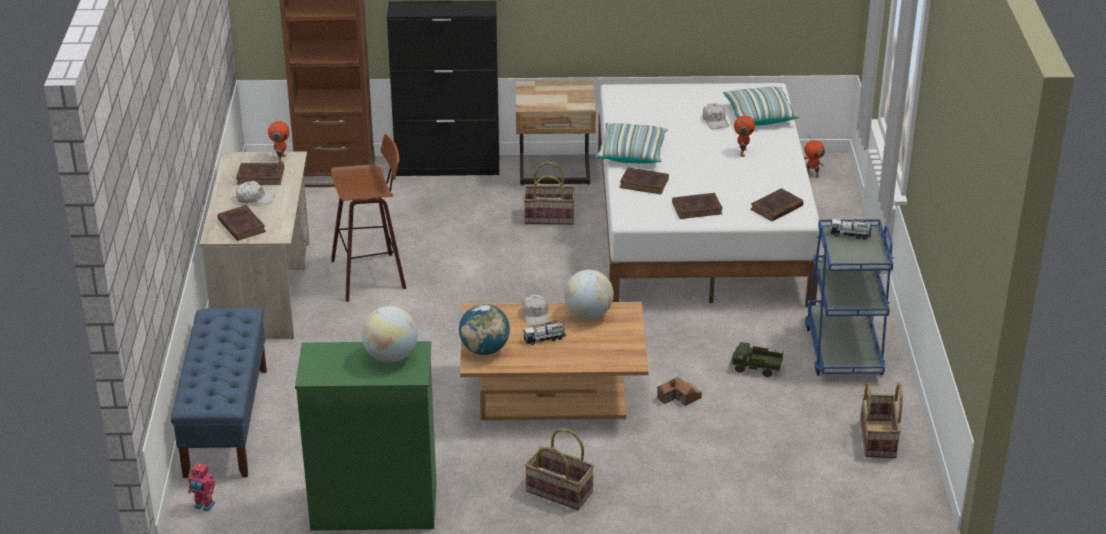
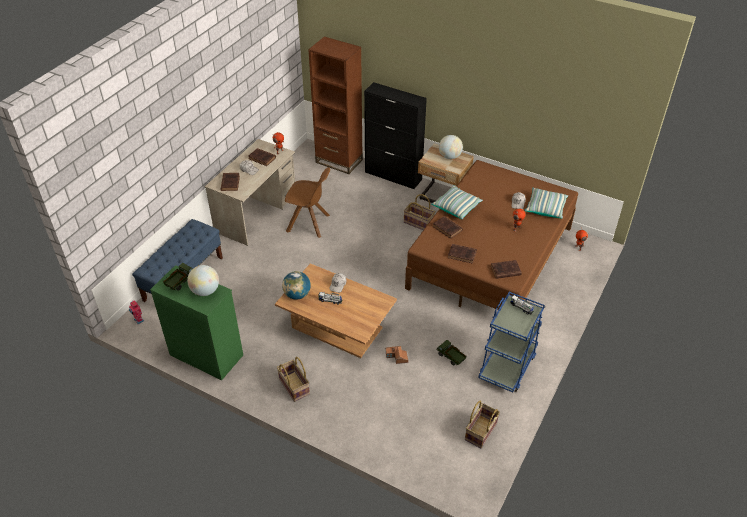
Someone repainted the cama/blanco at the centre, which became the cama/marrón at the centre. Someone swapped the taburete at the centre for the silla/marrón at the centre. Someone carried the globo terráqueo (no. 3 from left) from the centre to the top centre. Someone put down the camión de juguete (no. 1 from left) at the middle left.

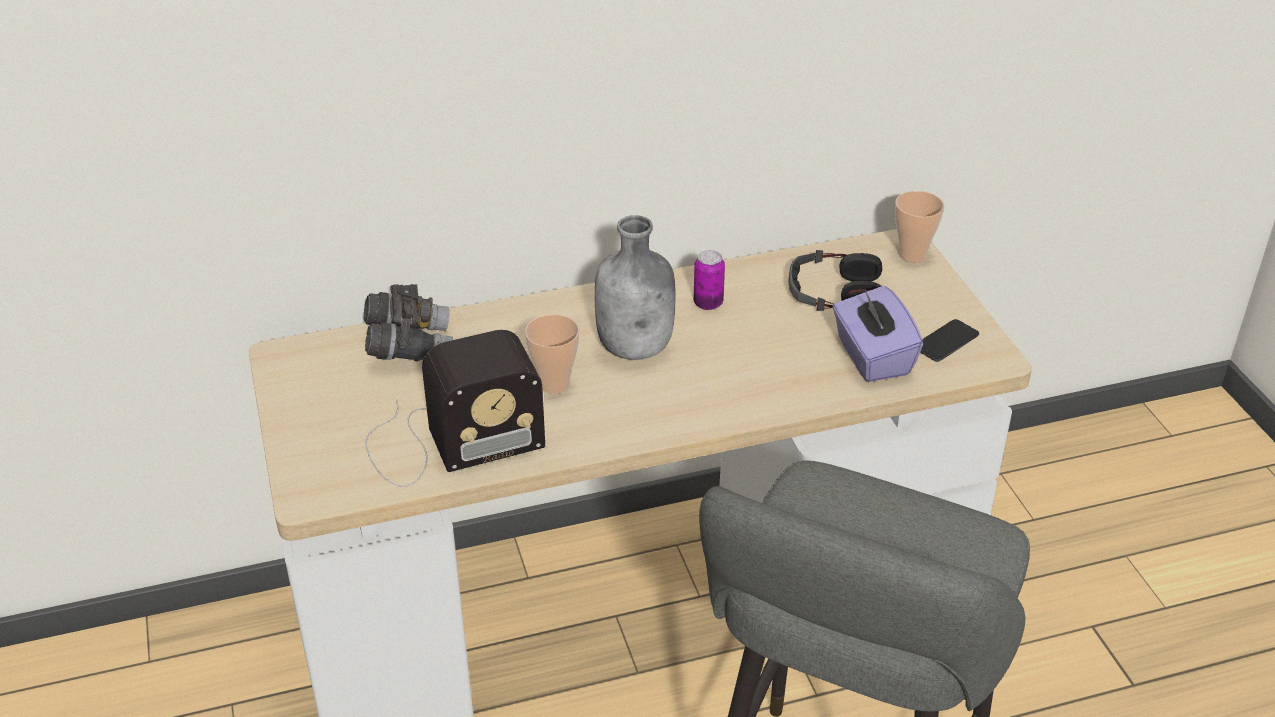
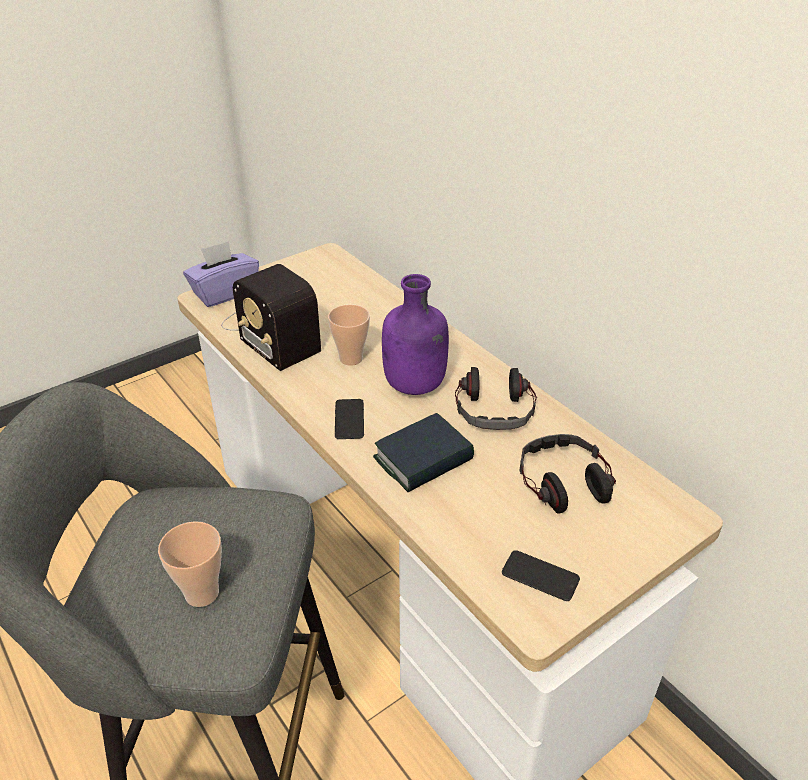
Someone carried the taza (no. 2 from left in the first image) from the top right to the bottom left. Someone repainted the botella/gris at the centre, which became the botella/morado at the centre. Someone swapped the lata at the centre for the auriculares (no. 1 from left) at the centre. Someone took away the prismáticos/gris at the middle left. Someone carried the caja de pañuelos/morado from the middle right to the middle left. Someone put down the móvil (no. 1 from left) at the centre. Someone put down the libro at the centre.

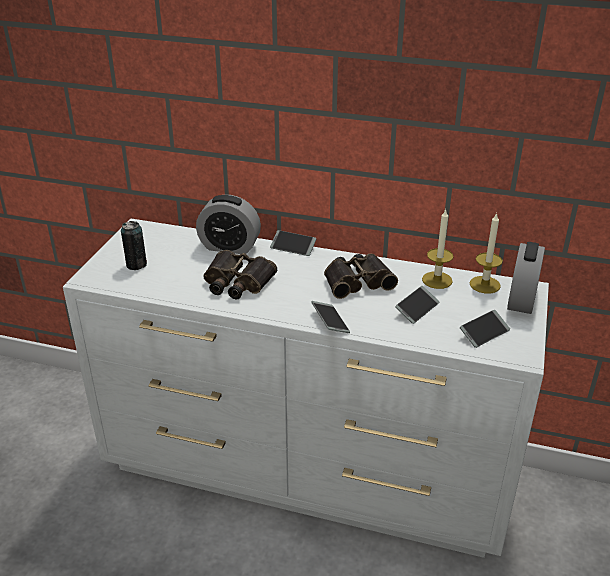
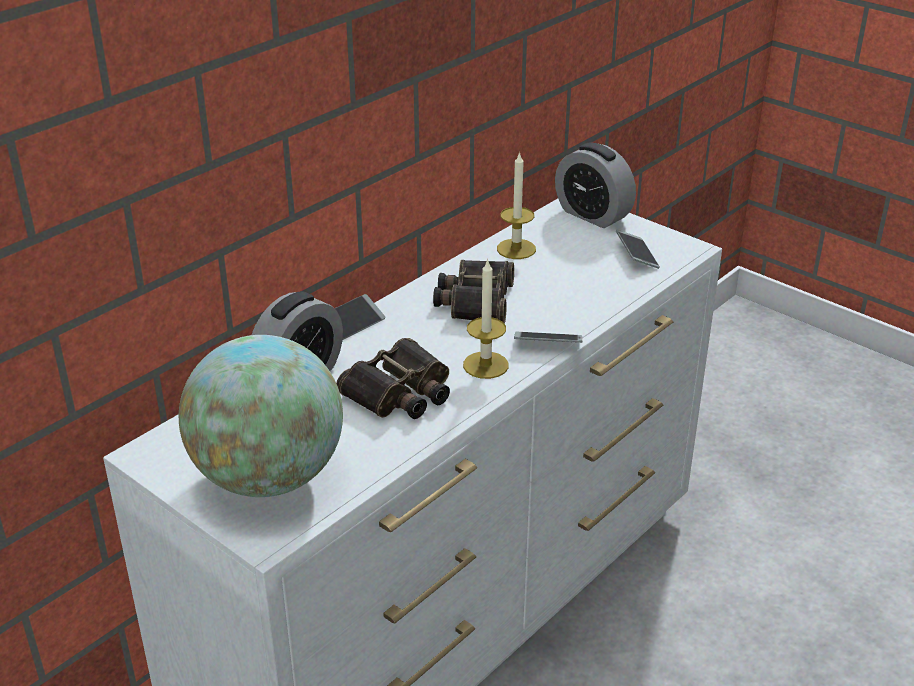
Someone carried the vela (no. 2 from left in the first image) from the middle right to the centre. Someone swapped the lata at the middle left for the globo terráqueo at the middle left. Someone took away the móvil (no. 3 from left) at the middle right.

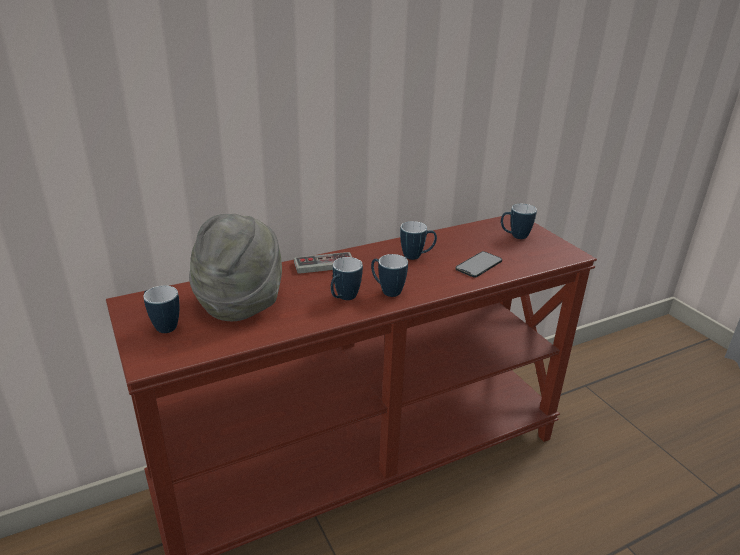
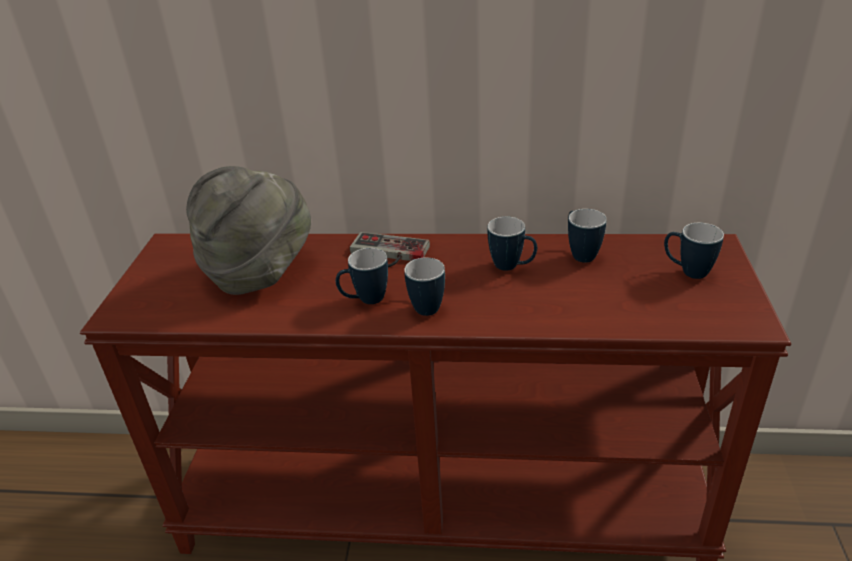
Someone took away the móvil at the centre. Someone carried the taza grande (no. 1 from left in the first image) from the middle left to the middle right.

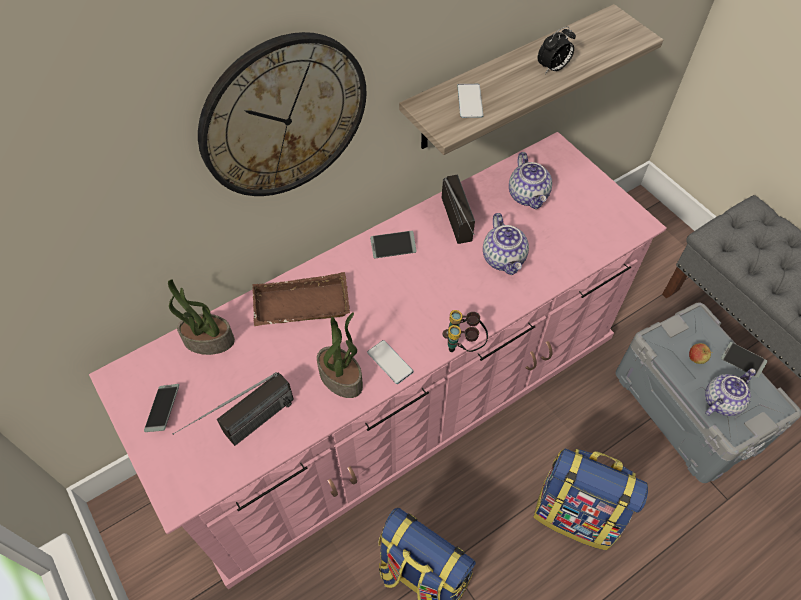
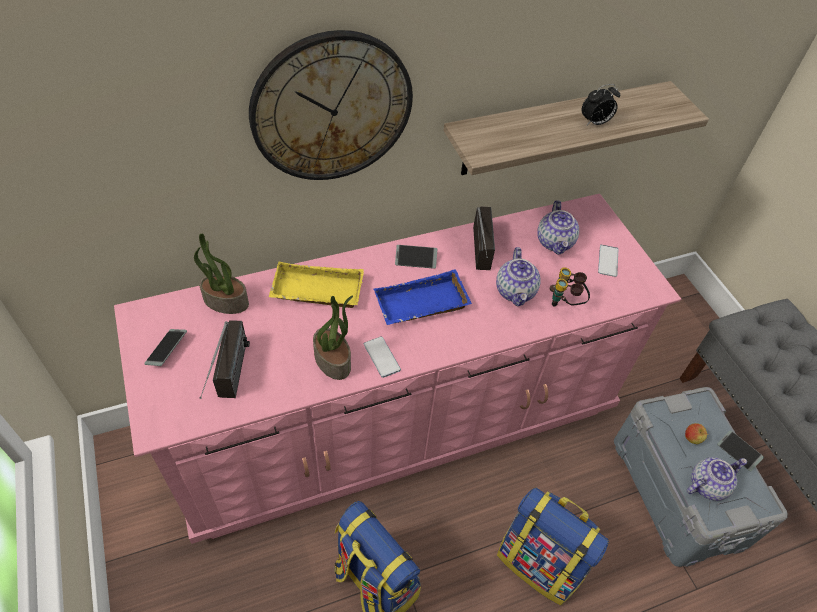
Someone carried the móvil (no. 4 from left) from the top centre to the middle right. Someone repainted the bandeja/marrón at the centre, which became the bandeja/amarillo at the centre. Someone carried the prismáticos from the centre to the middle right. Someone rotated the radio (no. 1 from left) at the bottom left by 60 degrees counterclockwise. Someone put down the bandeja/azul at the centre.

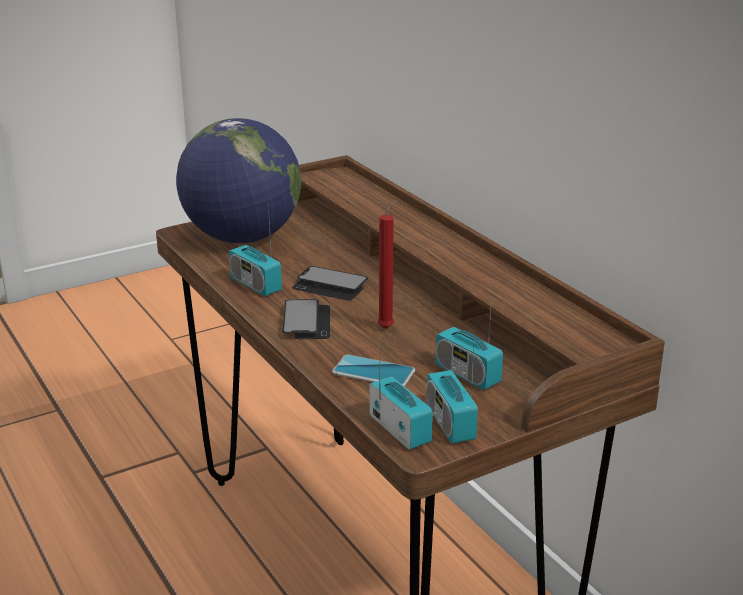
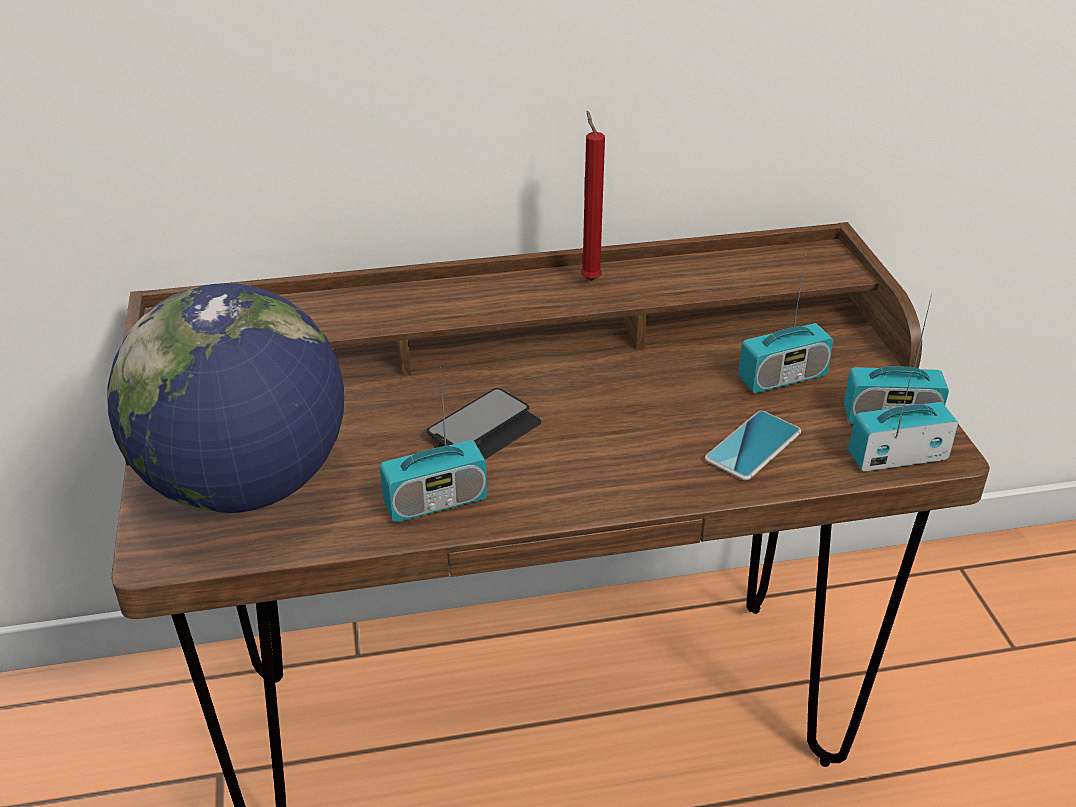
Someone carried the vela/rojo from the centre to the top centre. Someone took away the móvil (no. 1 from left) at the centre.

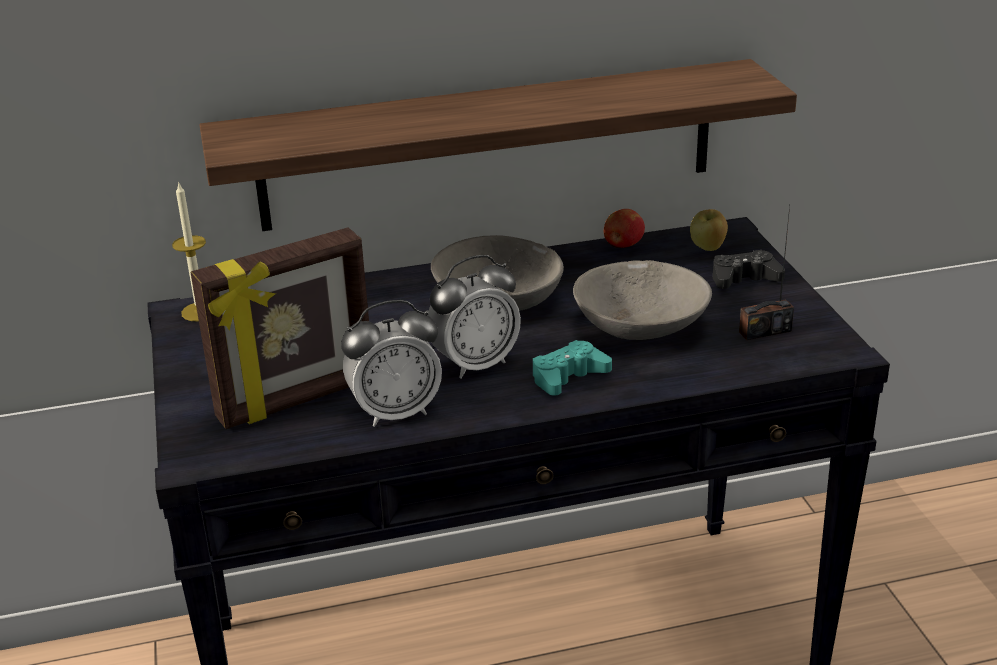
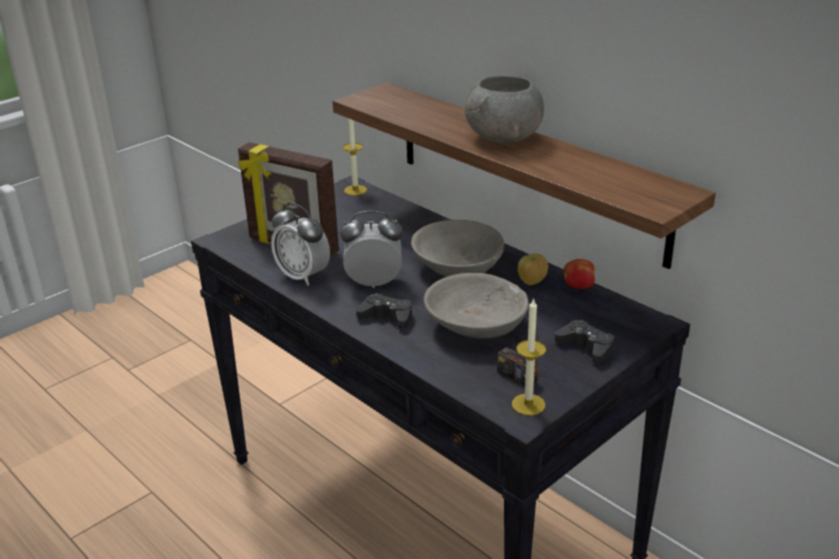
Someone carried the manzana (no. 2 from left in the first image) from the middle right to the centre. Someone rotated the despertador (no. 2 from left) at the centre by 150 degrees clockwise. Someone repainted the mando de consola/turquesa at the centre, which became the mando de consola/negro (no. 1 from left) at the centre. Someone put down the cuenco/gris (no. 3 from left) at the top centre. Someone put down the vela (no. 2 from left) at the centre.

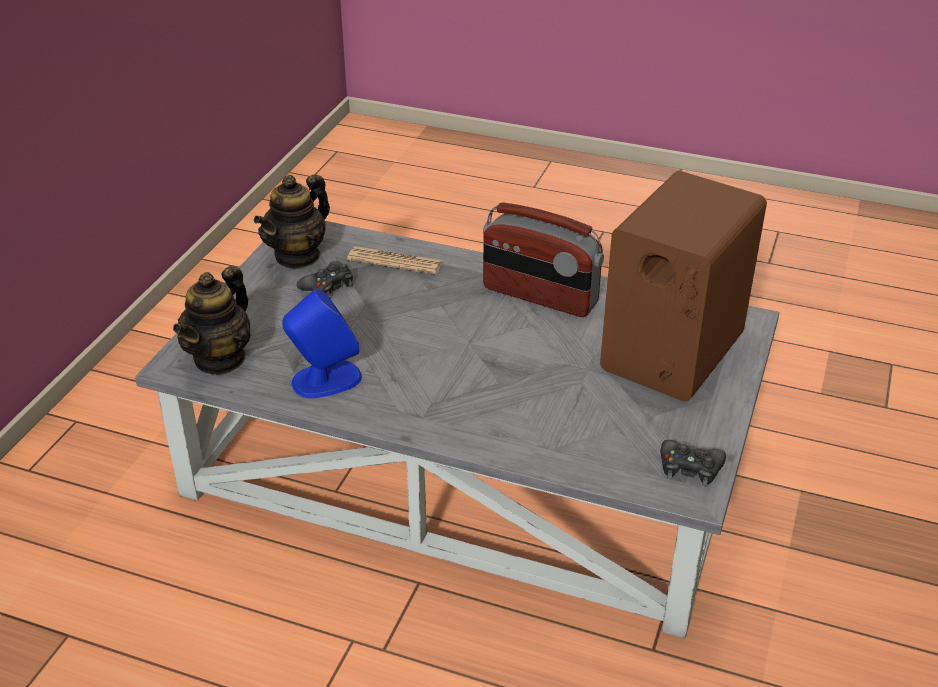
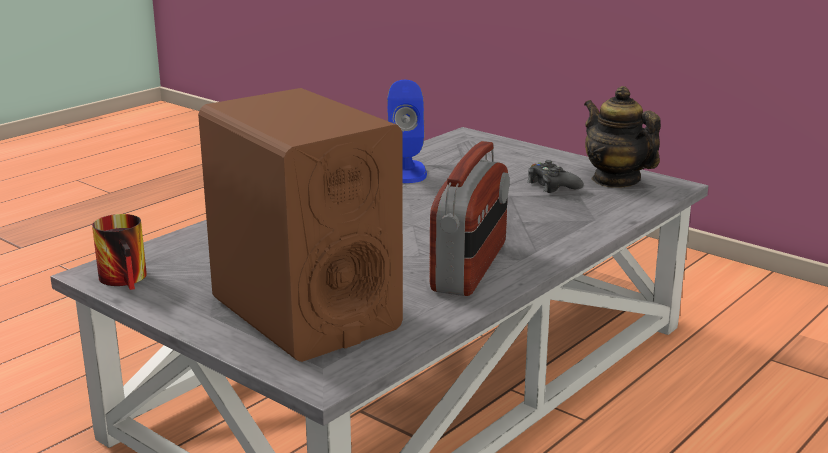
Someone rotated the radio at the centre by 150 degrees clockwise. Someone took away the periódico at the centre. Someone took away the tetera (no. 1 from left) at the middle left. Someone swapped the mando de consola/negro (no. 2 from left) at the bottom right for the taza grande at the middle left.

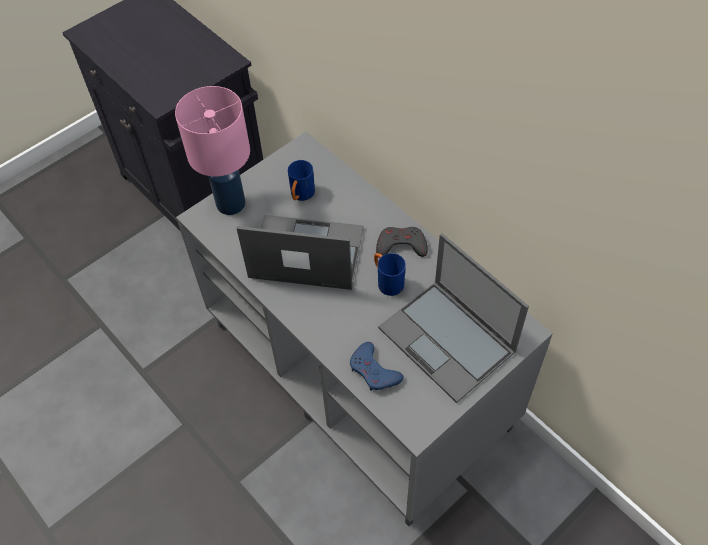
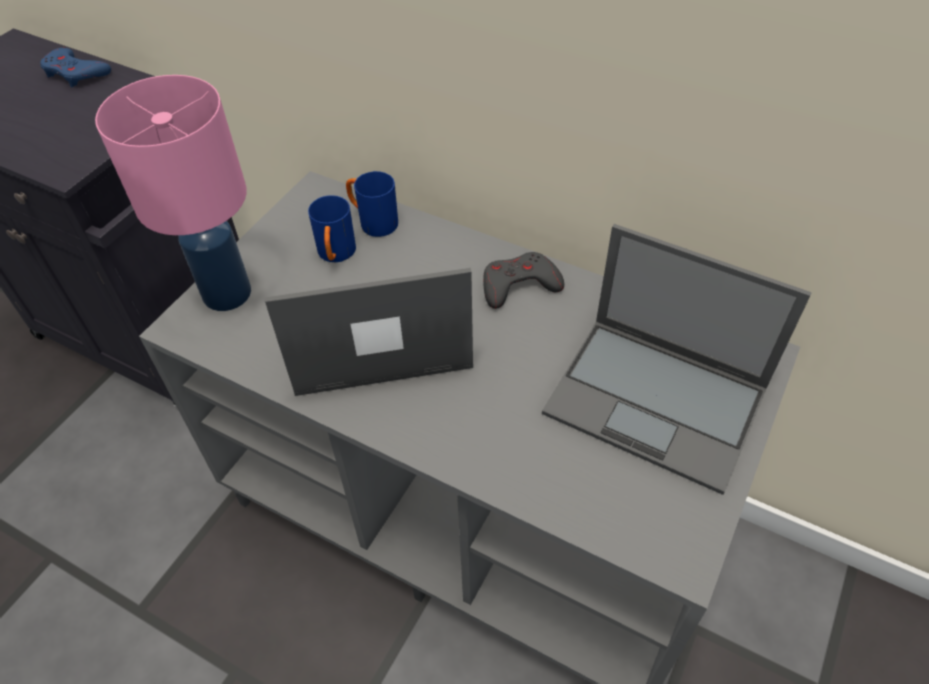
Someone carried the taza grande/azul (no. 2 from left) from the centre to the top centre. Someone carried the mando de consola/azul from the bottom centre to the top left.

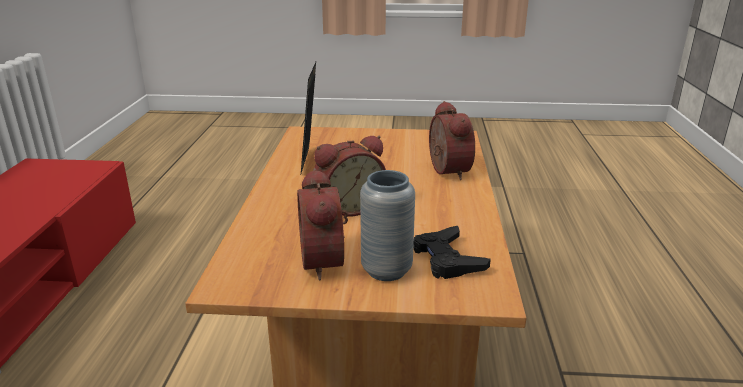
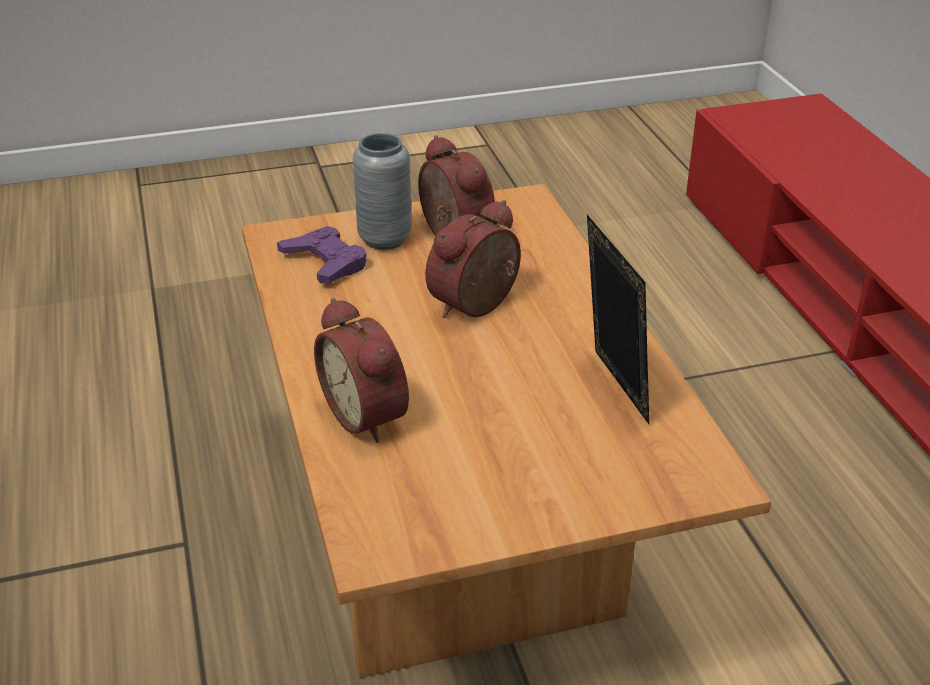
Someone repainted the mando de consola/negro at the centre, which became the mando de consola/morado at the centre.

